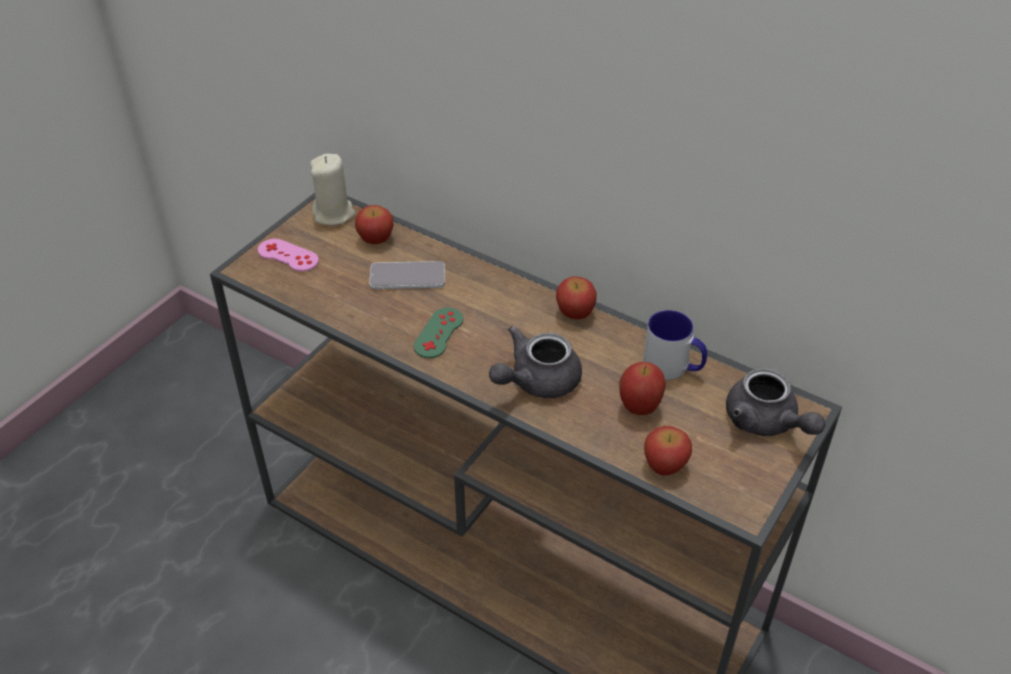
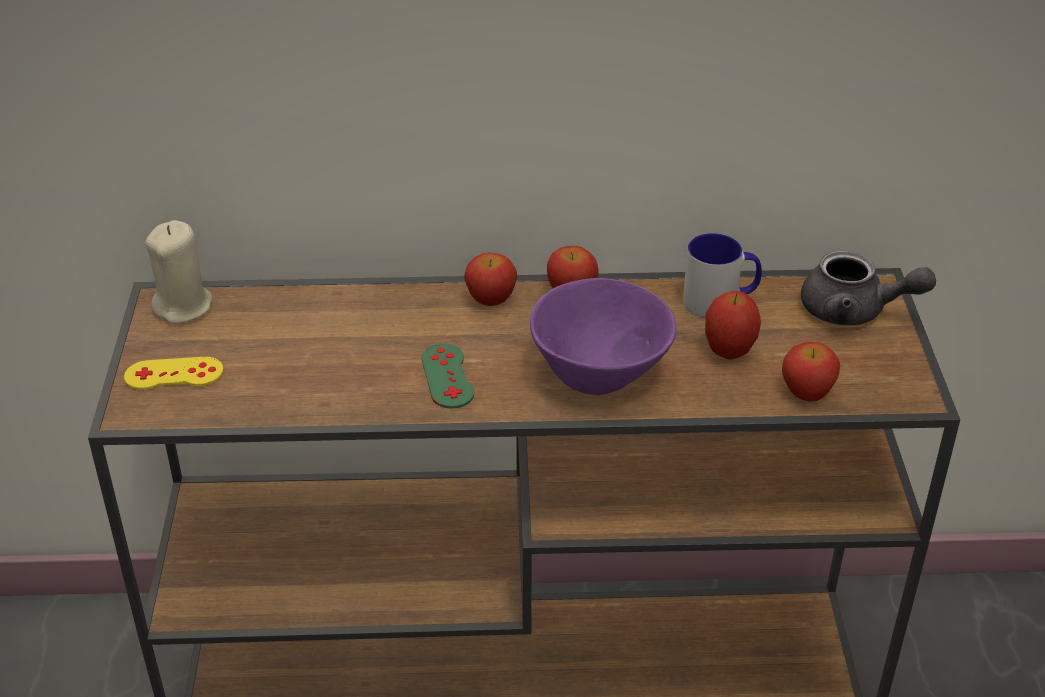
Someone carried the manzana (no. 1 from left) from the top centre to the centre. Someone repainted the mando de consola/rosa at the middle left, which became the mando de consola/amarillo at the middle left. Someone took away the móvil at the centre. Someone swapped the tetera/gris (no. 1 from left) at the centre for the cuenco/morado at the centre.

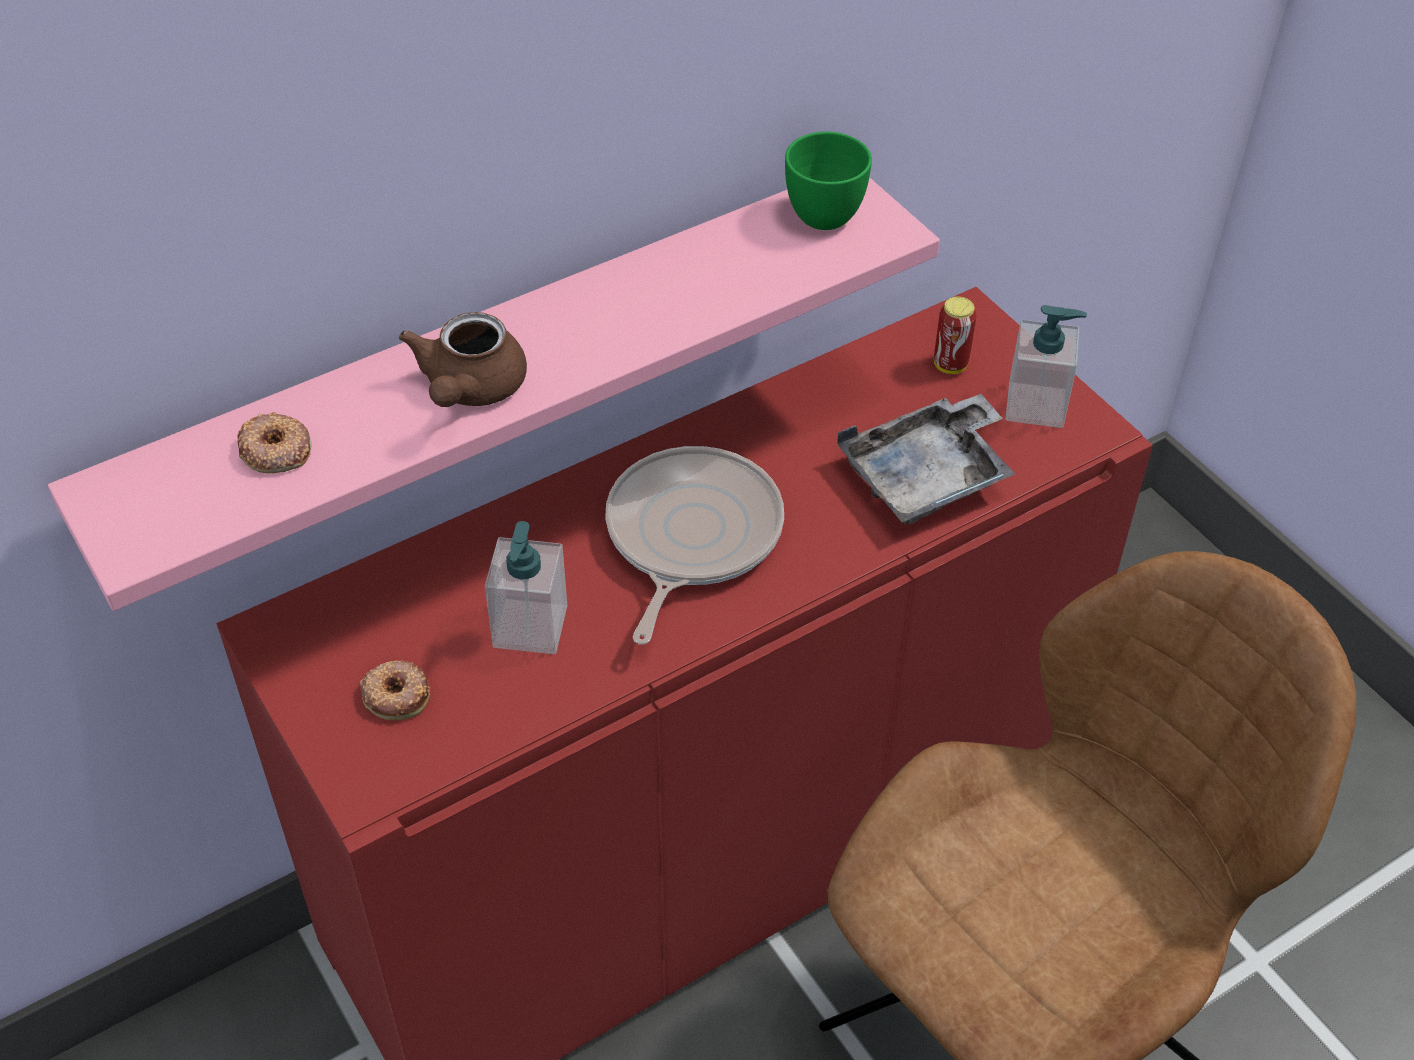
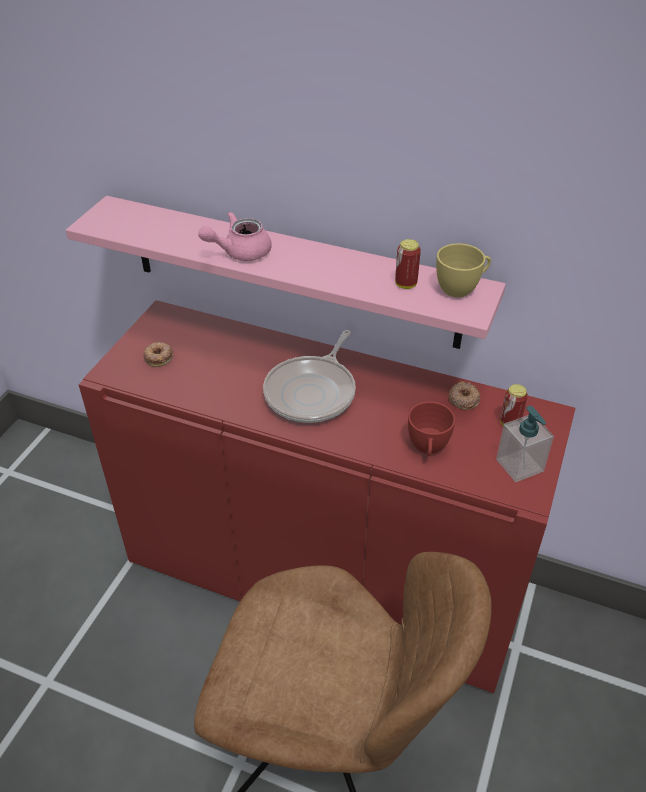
Someone repainted the taza/verde at the top centre, which became the taza/amarillo at the middle right. Someone repainted the tetera/marrón at the middle left, which became the tetera/rosa at the top centre. Someone swapped the bandeja/gris at the centre for the taza/rojo at the middle right. Someone carried the rosquilla (no. 1 from left in the first image) from the middle left to the middle right. Someone rotated the sartén at the centre by 135 degrees clockwise. Someone took away the dispensador de jabón (no. 1 from left) at the centre. Someone put down the lata (no. 1 from left) at the centre.

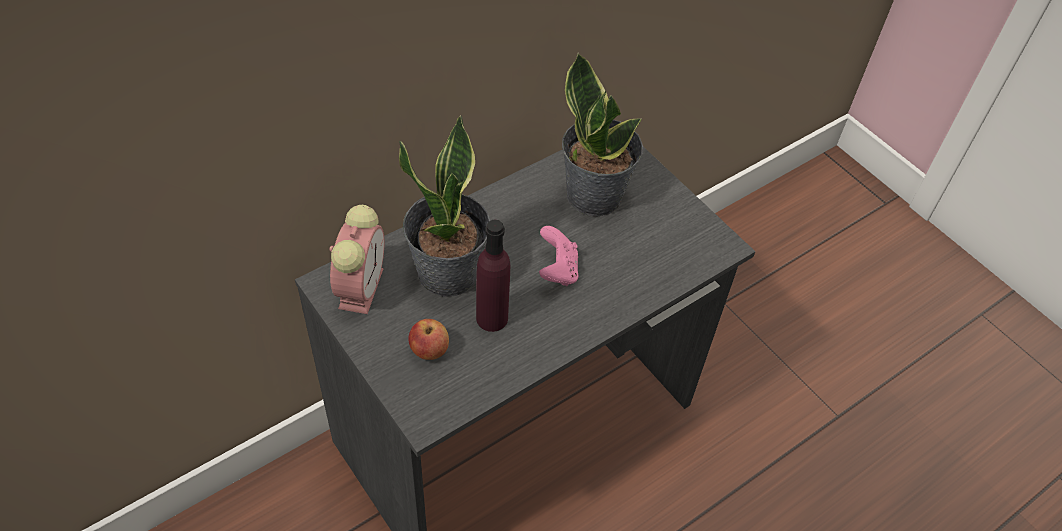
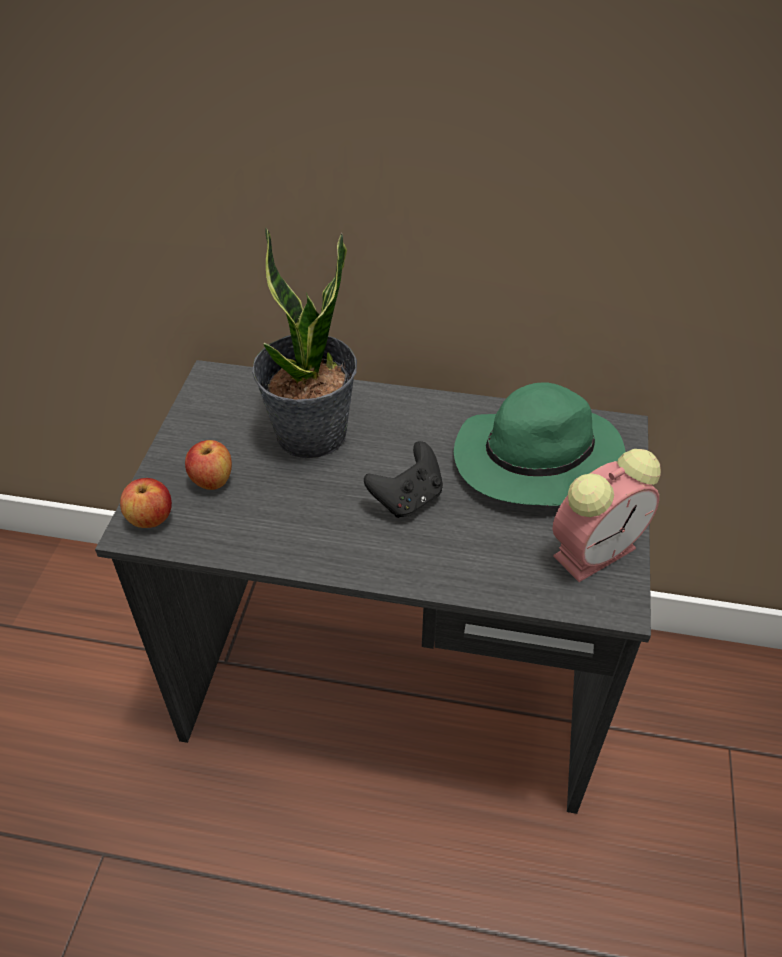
Someone swapped the planta en maceta (no. 2 from left) at the top centre for the sombrero/verde at the middle right. Someone carried the despertador from the centre to the middle right. Someone took away the botella/morado at the centre. Someone repainted the mando de consola/rosa at the centre, which became the mando de consola/negro at the centre. Someone put down the manzana (no. 1 from left) at the middle left.

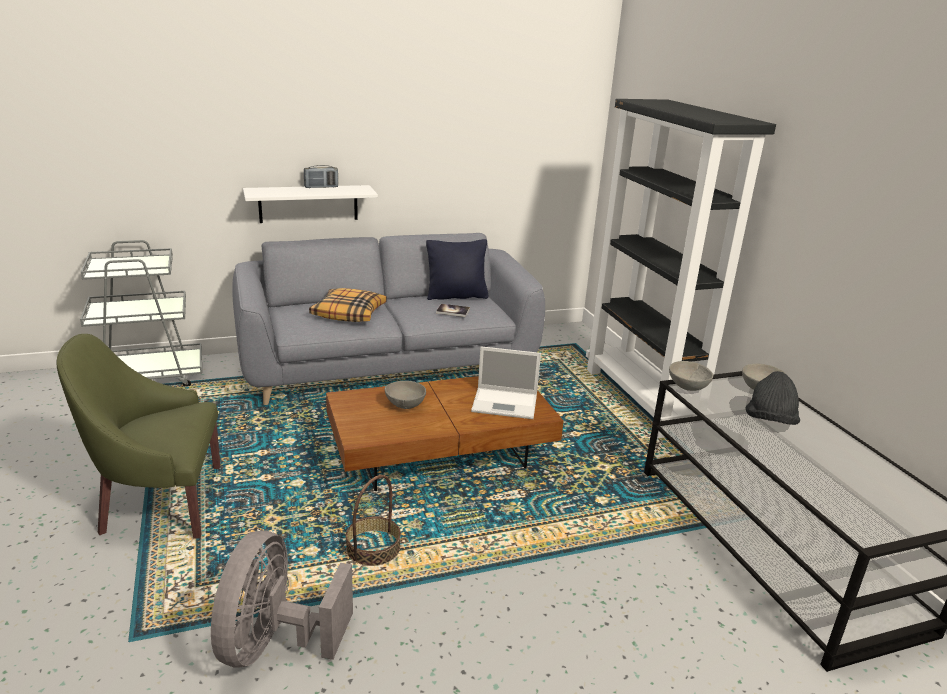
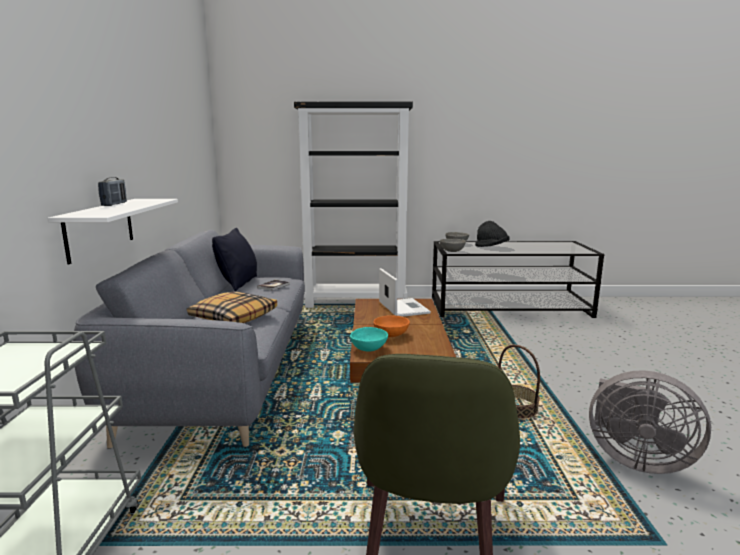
Someone rotated the portátil at the centre by 45 degrees counterclockwise. Someone repainted the cuenco/gris (no. 1 from left) at the centre, which became the cuenco/naranja at the centre. Someone put down the cuenco/turquesa at the centre.

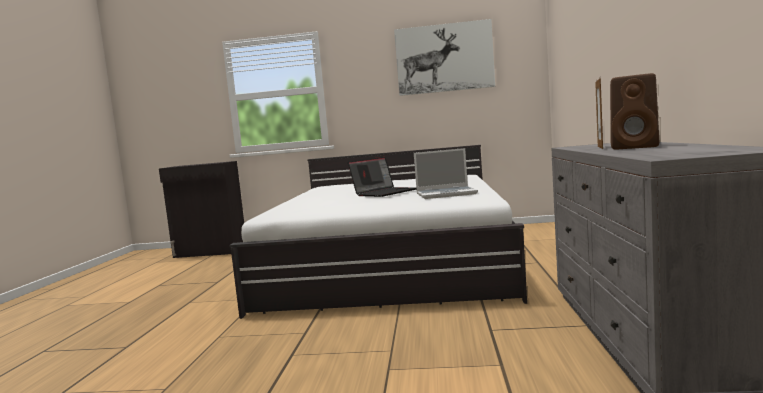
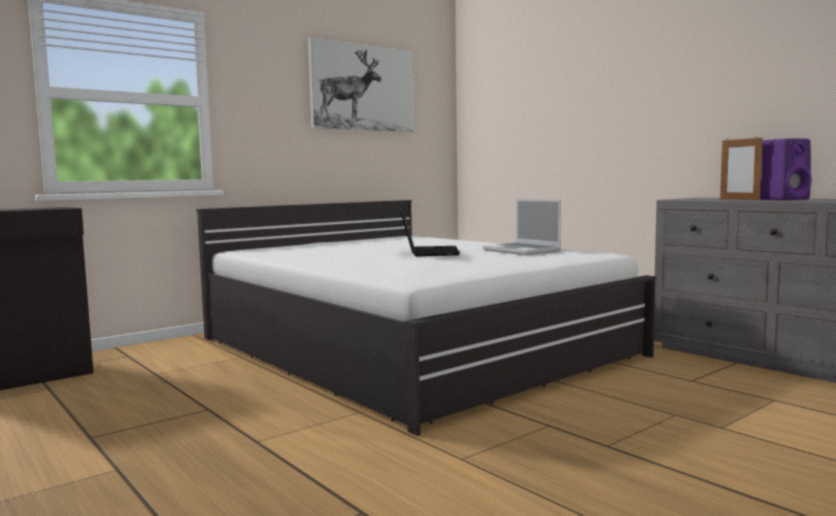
Someone repainted the altavoz/marrón at the top right, which became the altavoz/morado at the top right. Someone rotated the portátil (no. 2 from left) at the centre by 105 degrees clockwise.

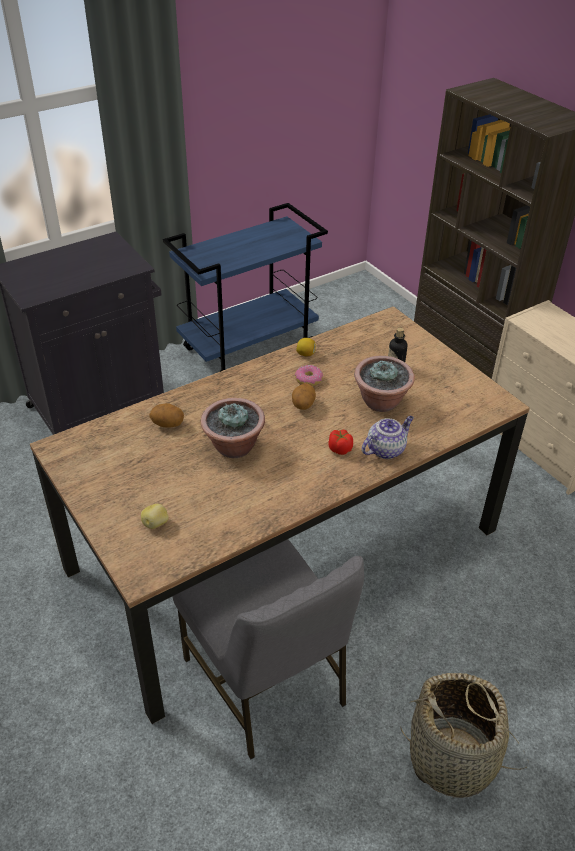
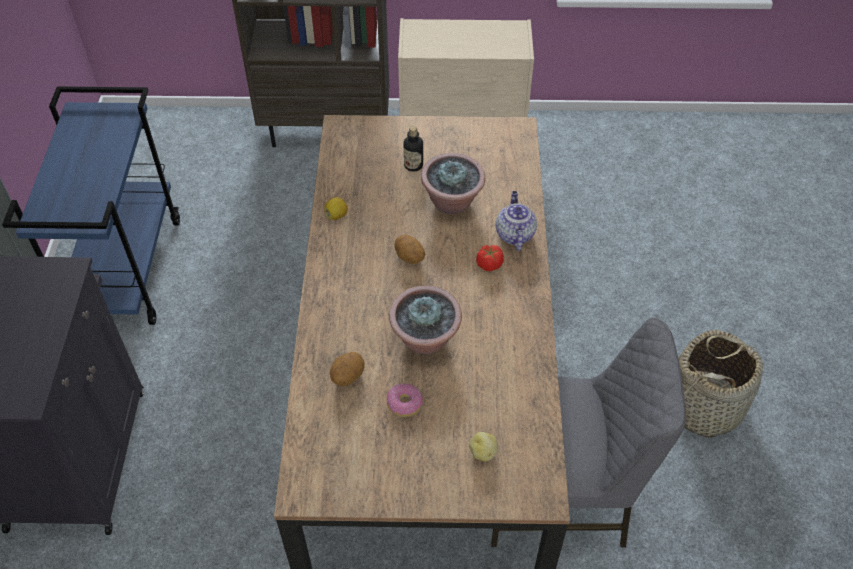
Someone carried the rosquilla from the centre to the bottom centre.

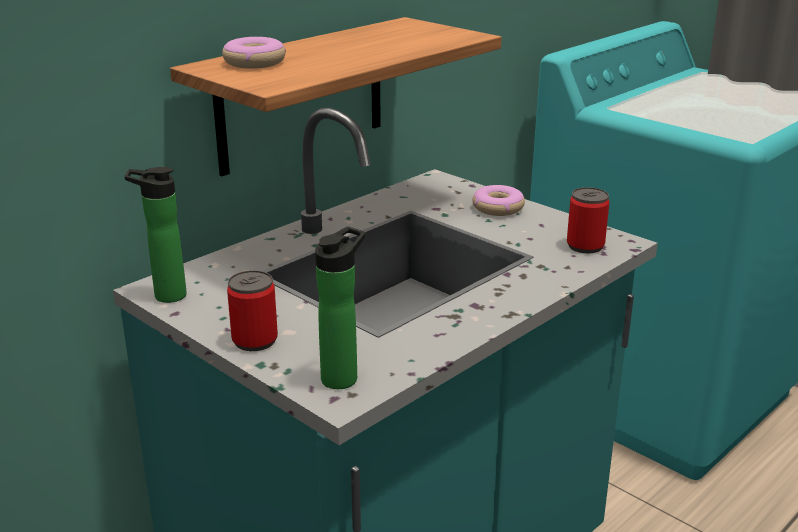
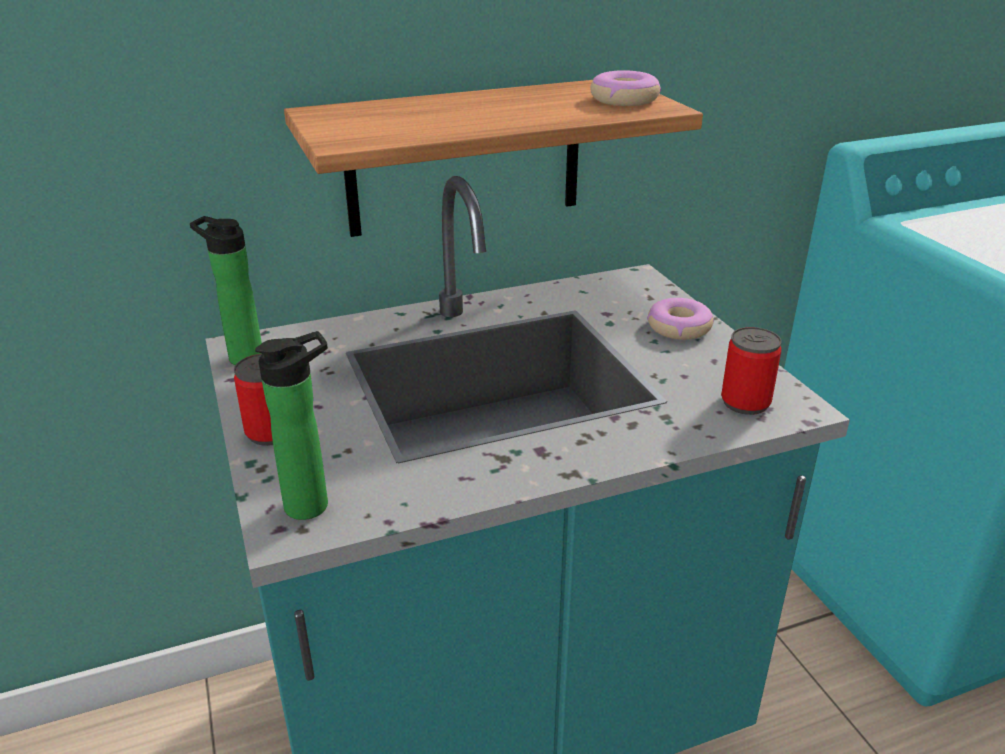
Someone carried the rosquilla (no. 1 from left) from the top left to the top centre.

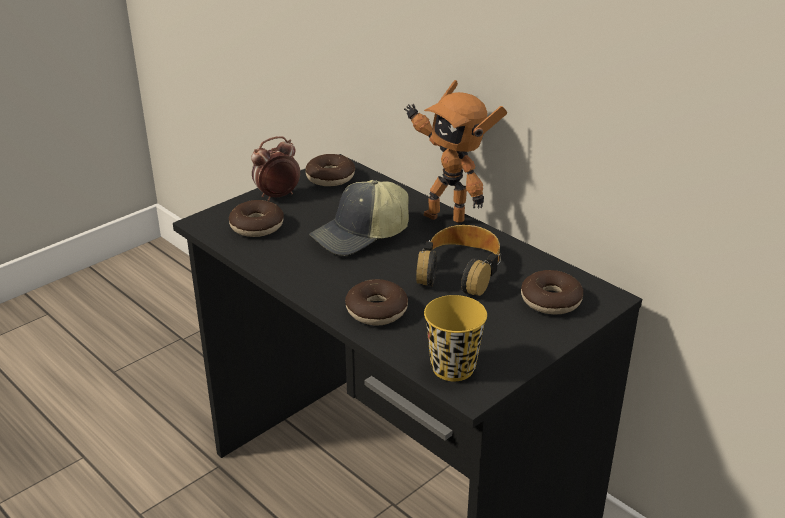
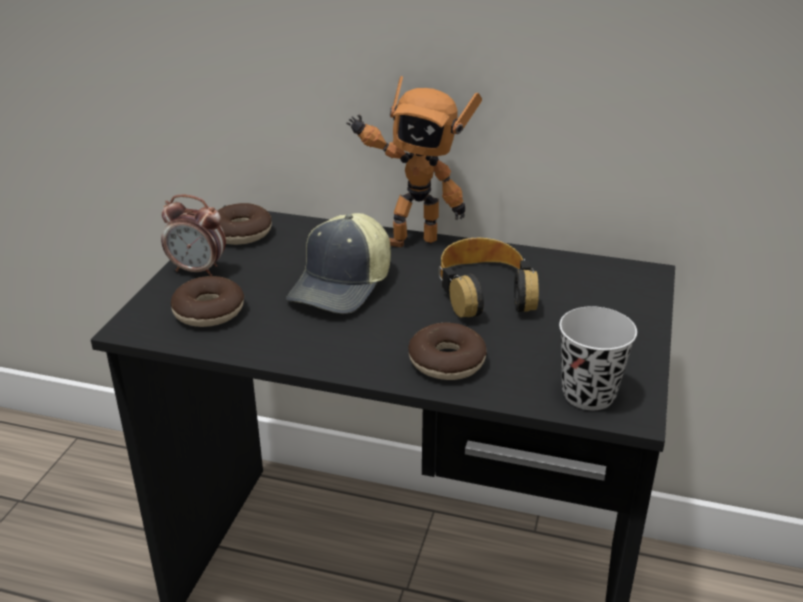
Someone rotated the despertador at the top centre by 105 degrees counterclockwise. Someone took away the rosquilla (no. 4 from left) at the middle right. Someone repainted the taza/amarillo at the centre, which became the taza/negro at the middle right.

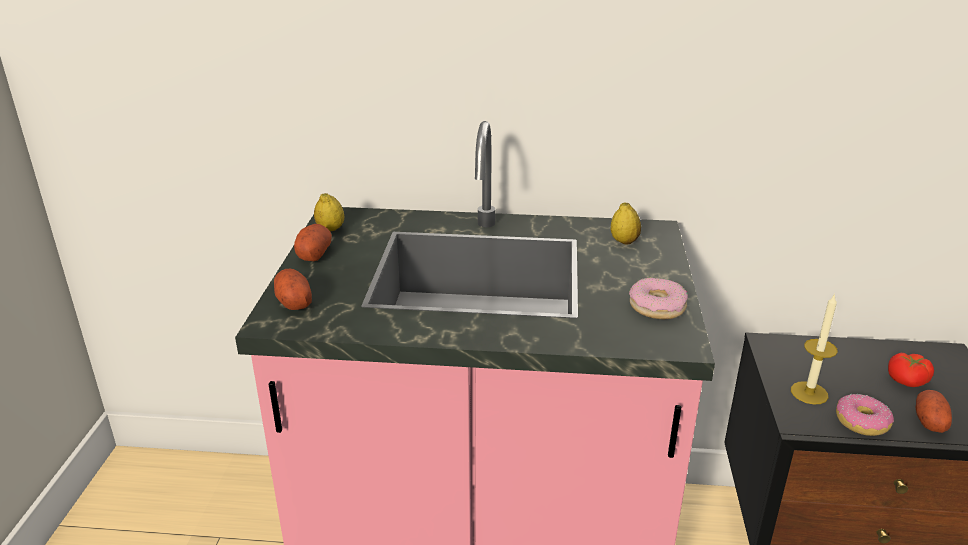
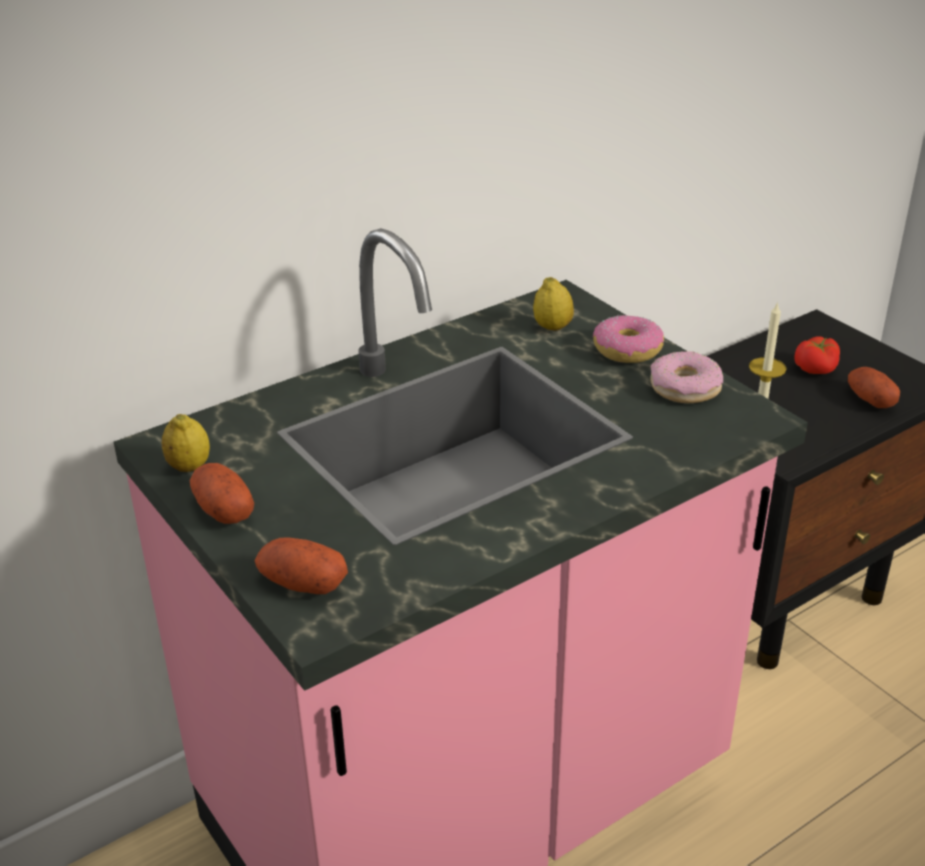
Someone carried the rosquilla (no. 2 from left in the first image) from the bottom right to the middle right.

